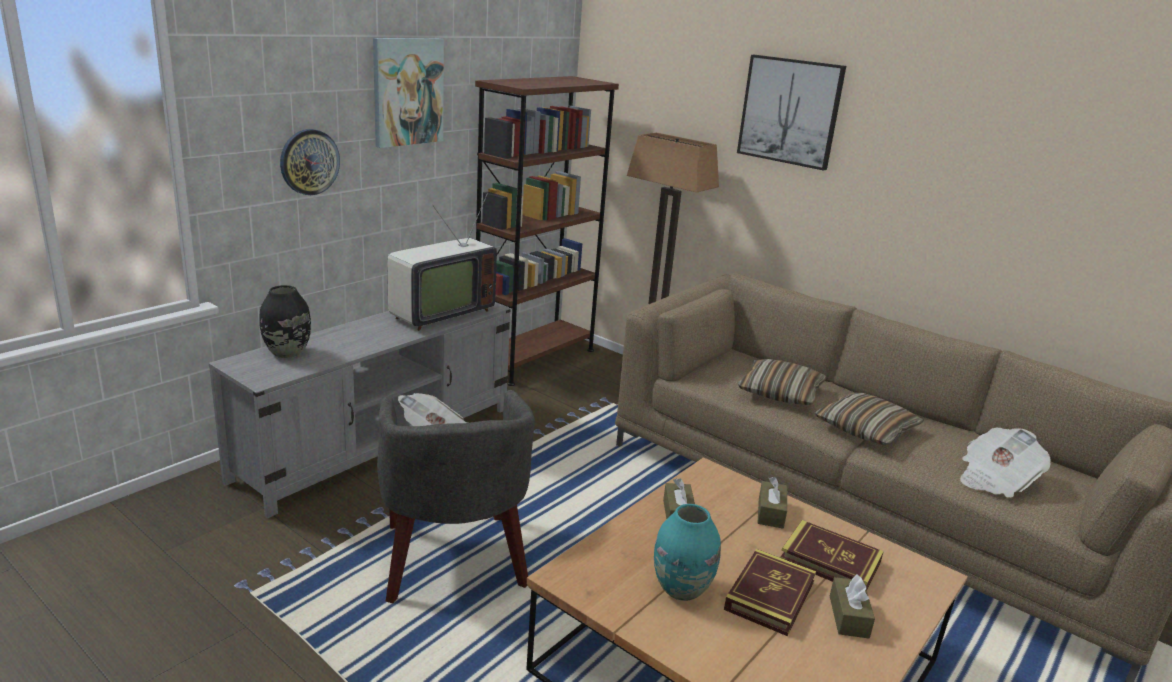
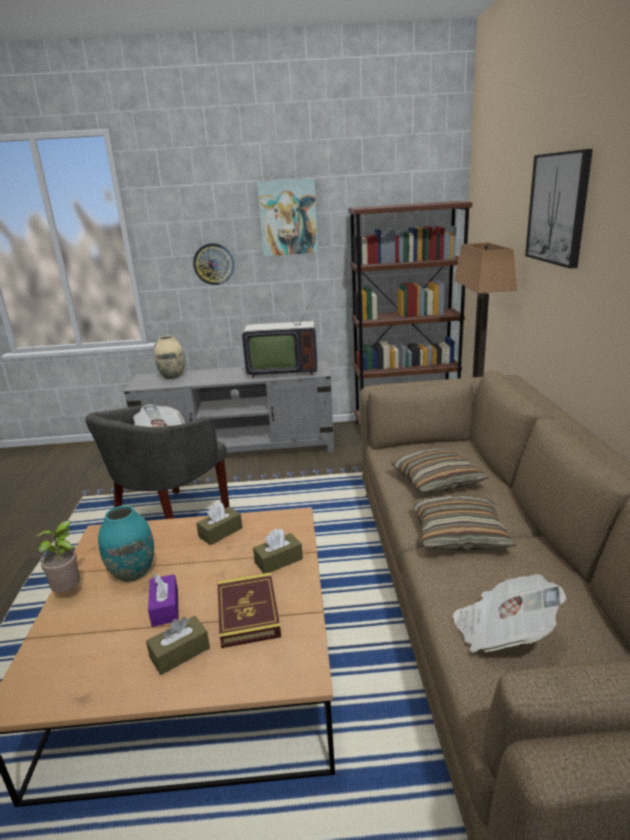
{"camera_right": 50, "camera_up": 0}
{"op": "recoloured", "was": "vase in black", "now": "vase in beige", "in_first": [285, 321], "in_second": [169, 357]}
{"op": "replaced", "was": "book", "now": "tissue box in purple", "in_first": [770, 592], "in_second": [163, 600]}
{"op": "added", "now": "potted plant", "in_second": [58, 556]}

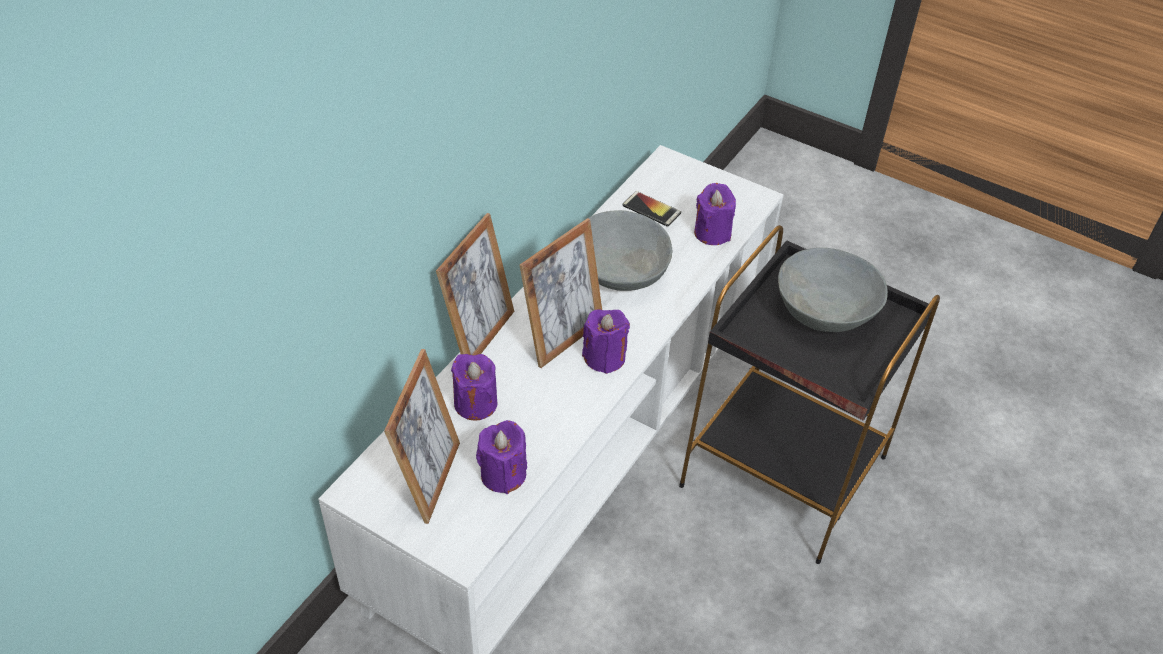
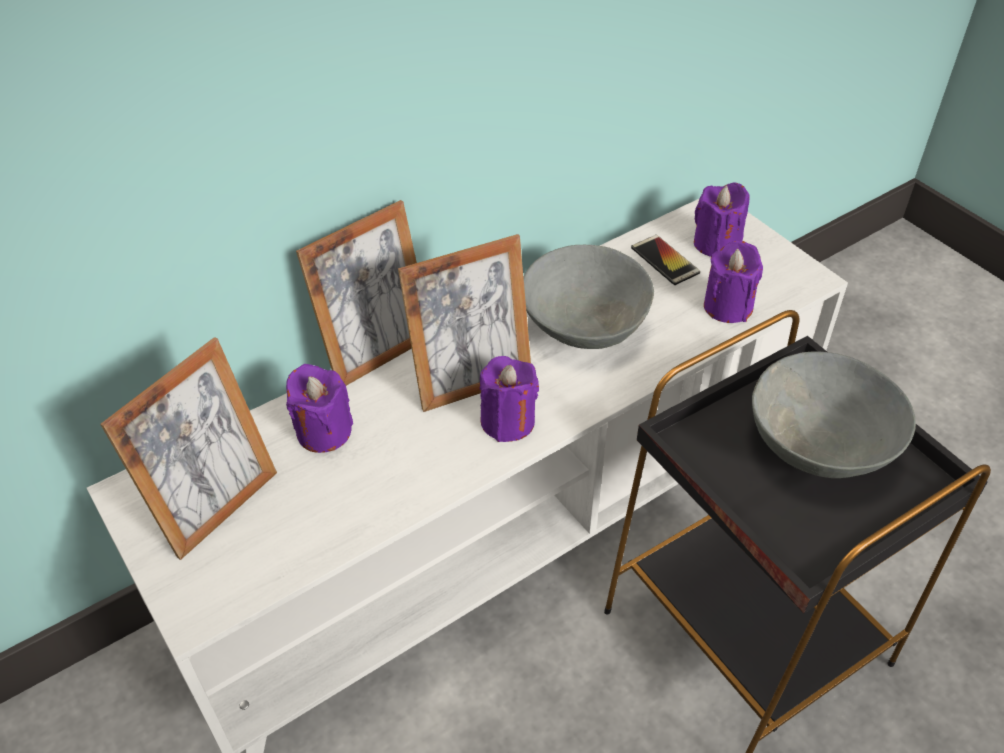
{"camera_right": 25, "camera_up": 0}
{"op": "moved", "was": "candle in purple", "in_first": [501, 457], "in_second": [721, 219]}

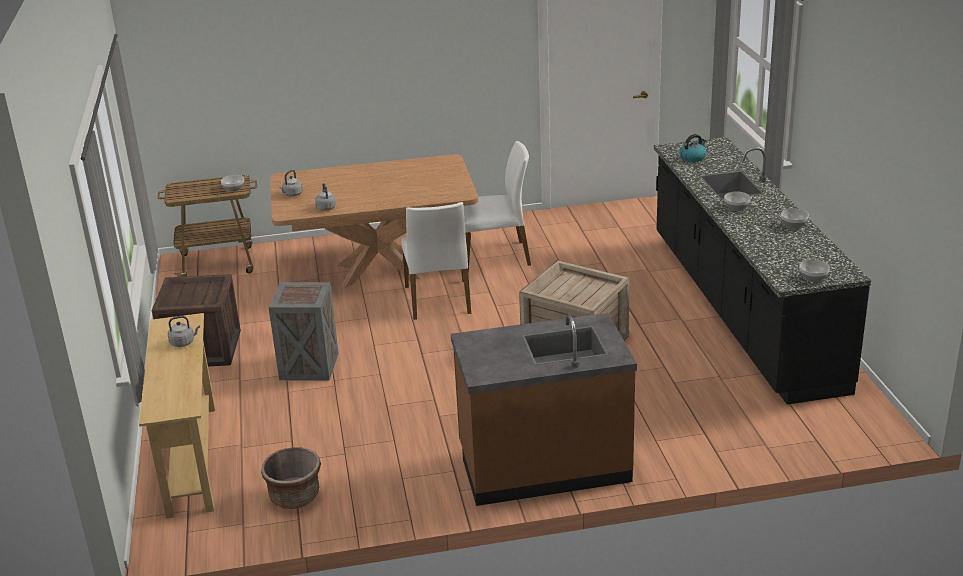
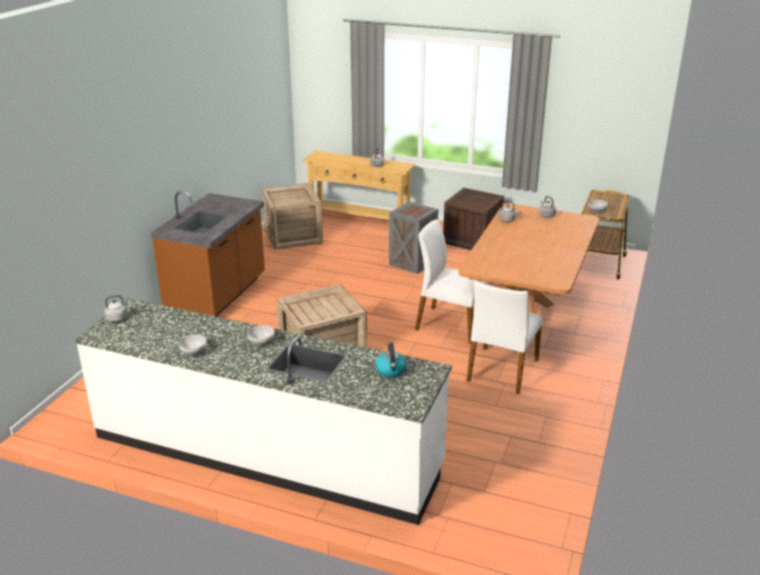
{"camera_right": 120, "camera_up": 0}
{"op": "recoloured", "was": "counter in black", "now": "counter in white", "in_first": [762, 271], "in_second": [263, 411]}
{"op": "replaced", "was": "bowl", "now": "kettle in grey", "in_first": [814, 271], "in_second": [118, 308]}
{"op": "replaced", "was": "planter in brown", "now": "crate", "in_first": [291, 478], "in_second": [292, 216]}

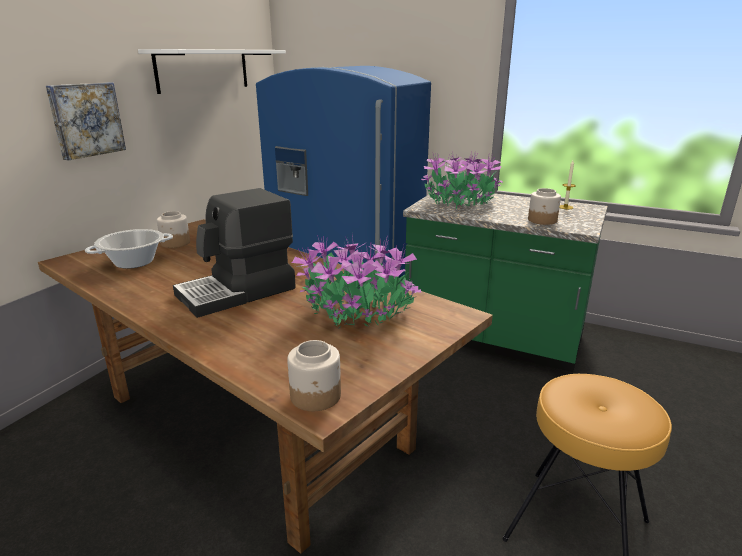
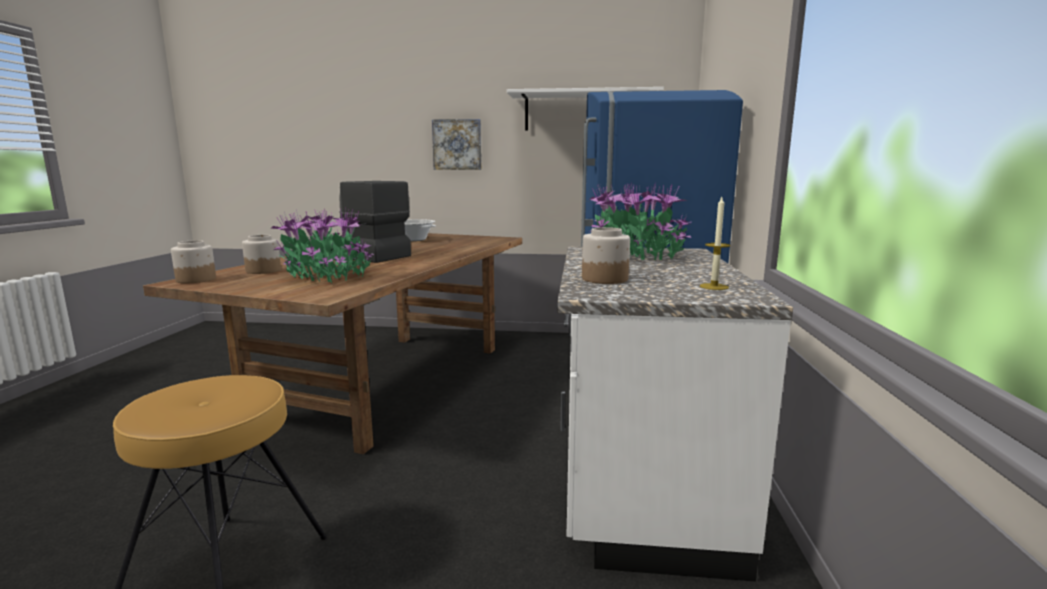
{"camera_right": 70, "camera_up": -10}
{"op": "recoloured", "was": "counter in green", "now": "counter in white", "in_first": [505, 281], "in_second": [675, 414]}
{"op": "moved", "was": "jar", "in_first": [173, 229], "in_second": [261, 254]}

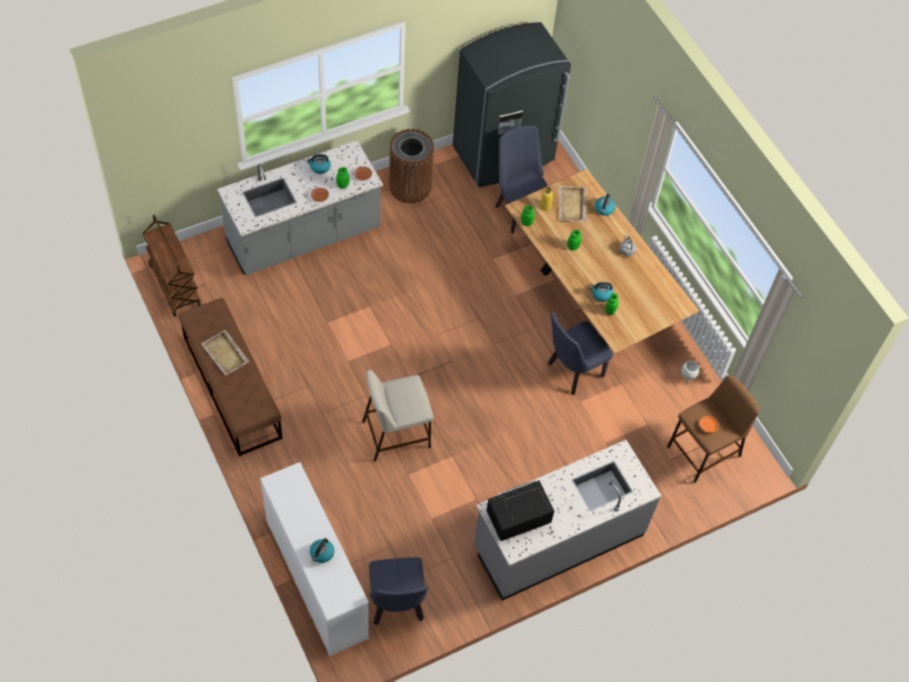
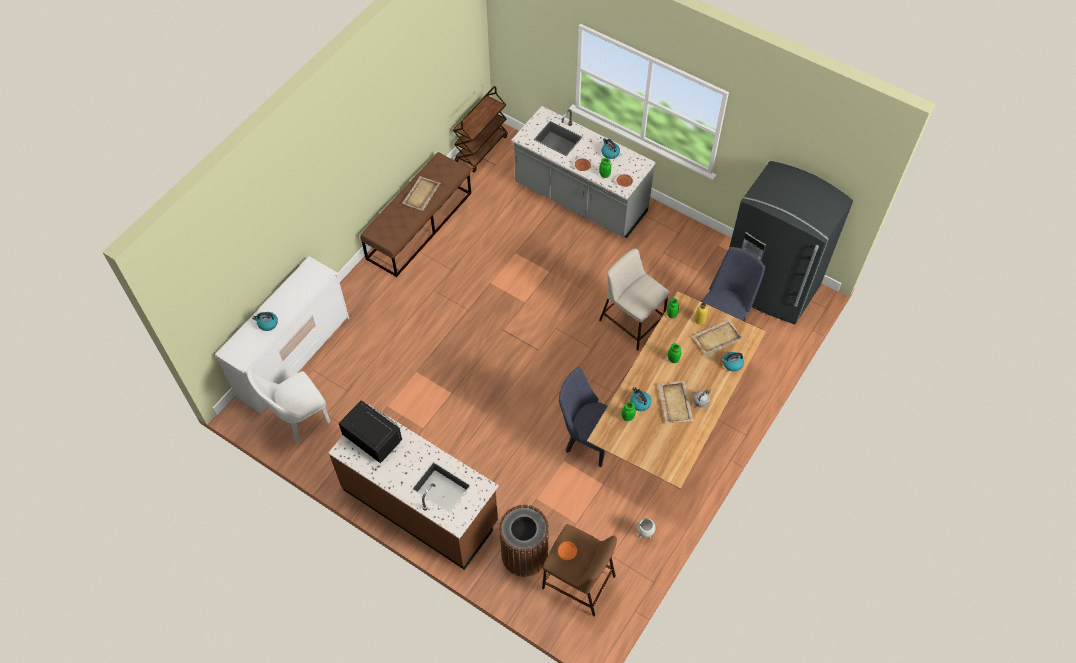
{"camera_right": 65, "camera_up": 0}
{"op": "moved", "was": "trash can in brown", "in_first": [411, 166], "in_second": [524, 541]}
{"op": "moved", "was": "stool in beige", "in_first": [397, 416], "in_second": [634, 300]}
{"op": "recoloured", "was": "counter in grey", "now": "counter in brown", "in_first": [567, 520], "in_second": [413, 489]}
{"op": "recoloured", "was": "chair in blue", "now": "chair in white", "in_first": [398, 591], "in_second": [288, 406]}
{"op": "added", "now": "tray in beige", "in_second": [676, 402]}

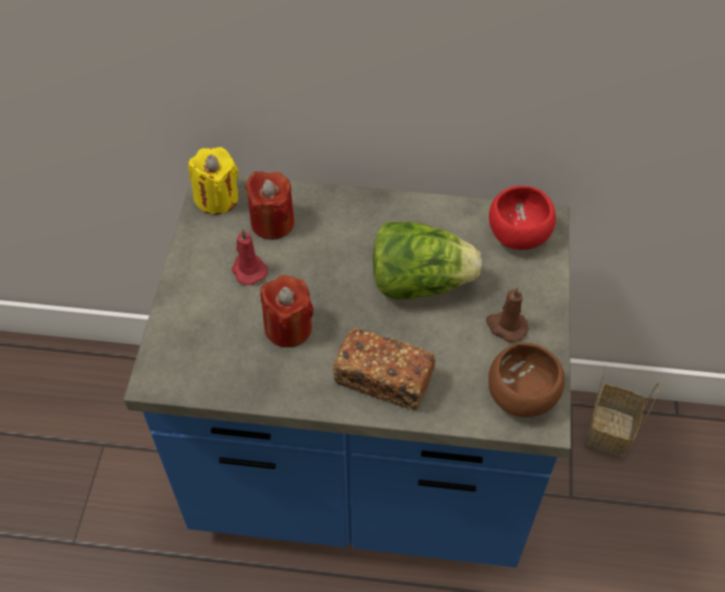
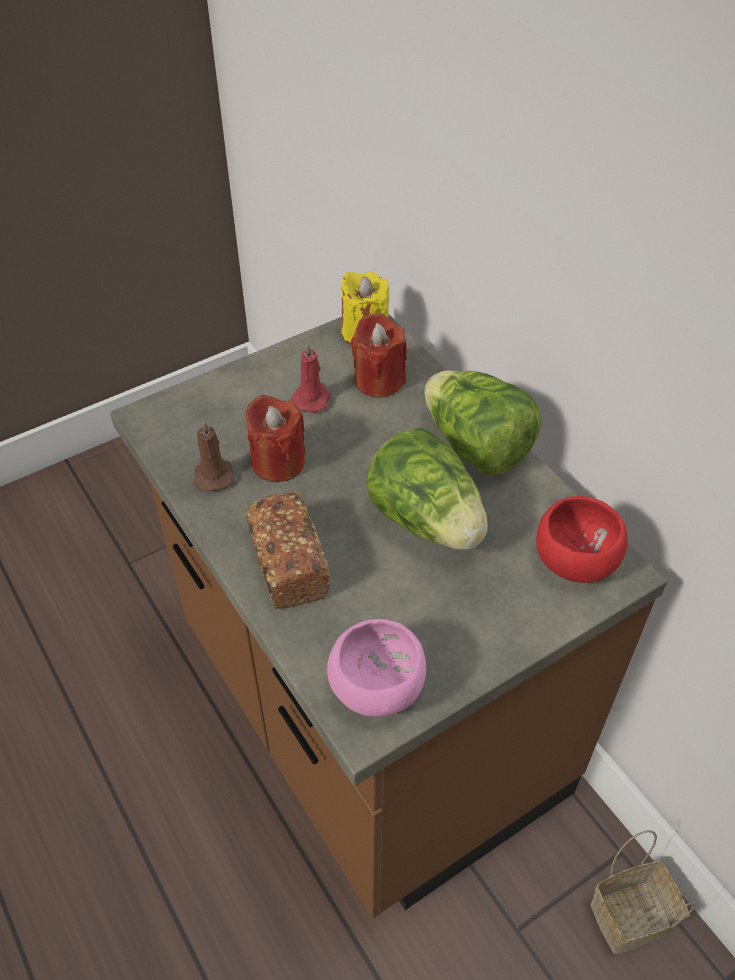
{"camera_right": 50, "camera_up": -5}
{"op": "recoloured", "was": "counter in blue", "now": "counter in brown", "in_first": [347, 372], "in_second": [388, 616]}
{"op": "moved", "was": "candle in brown", "in_first": [507, 314], "in_second": [214, 456]}
{"op": "recoloured", "was": "bowl in brown", "now": "bowl in pink", "in_first": [526, 380], "in_second": [376, 667]}
{"op": "added", "now": "lettuce", "in_second": [483, 423]}

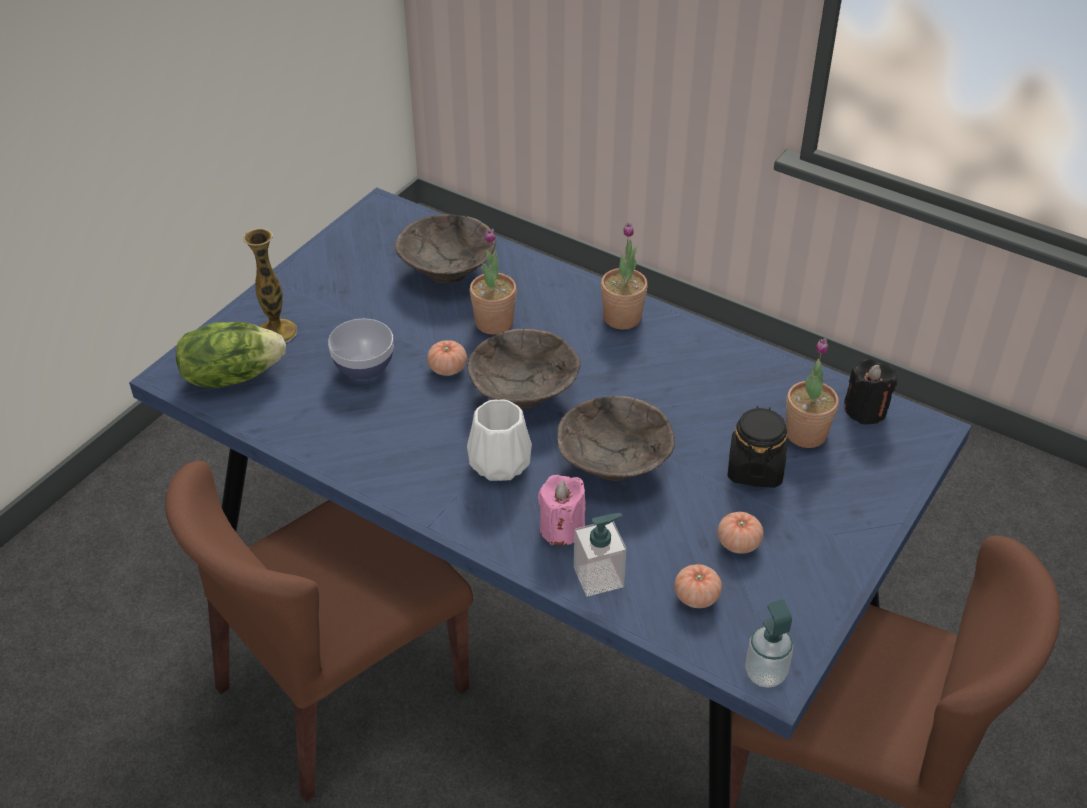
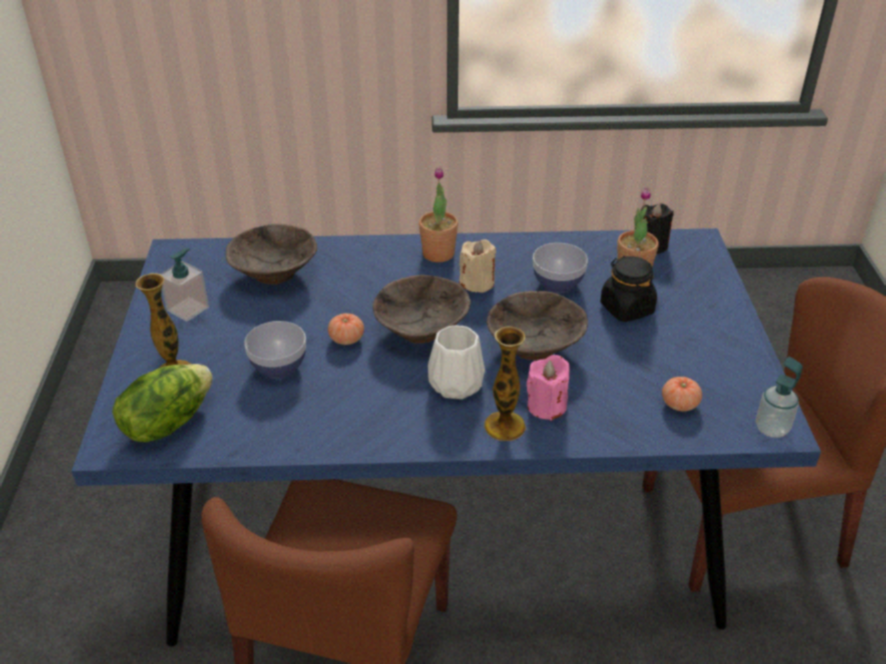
{"camera_right": -35, "camera_up": -5}
{"op": "removed", "was": "potted plant", "in_first": [493, 282]}
{"op": "removed", "was": "tomato", "in_first": [740, 533]}
{"op": "moved", "was": "soap dispenser", "in_first": [600, 555], "in_second": [185, 284]}
{"op": "added", "now": "candle in beige", "in_second": [477, 266]}
{"op": "added", "now": "bowl", "in_second": [560, 268]}
{"op": "added", "now": "vase", "in_second": [505, 383]}

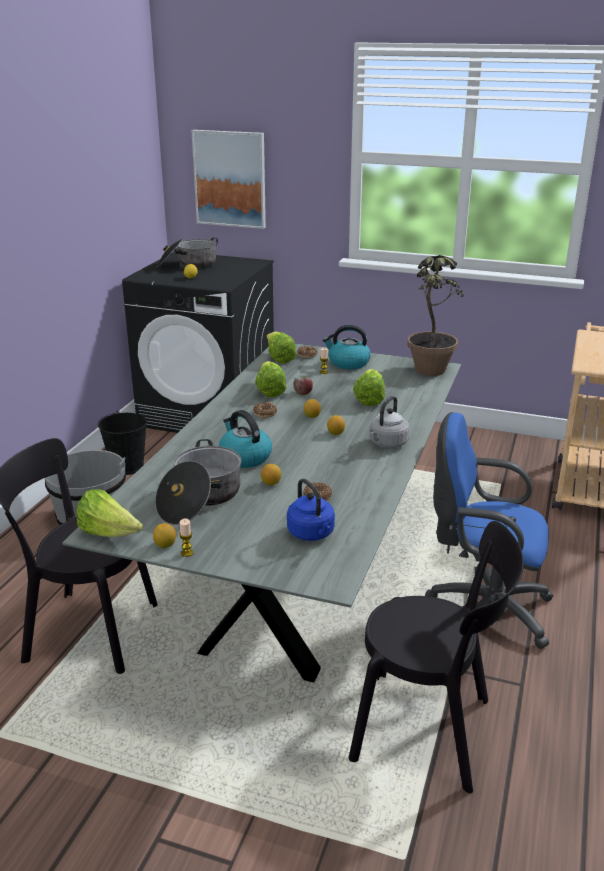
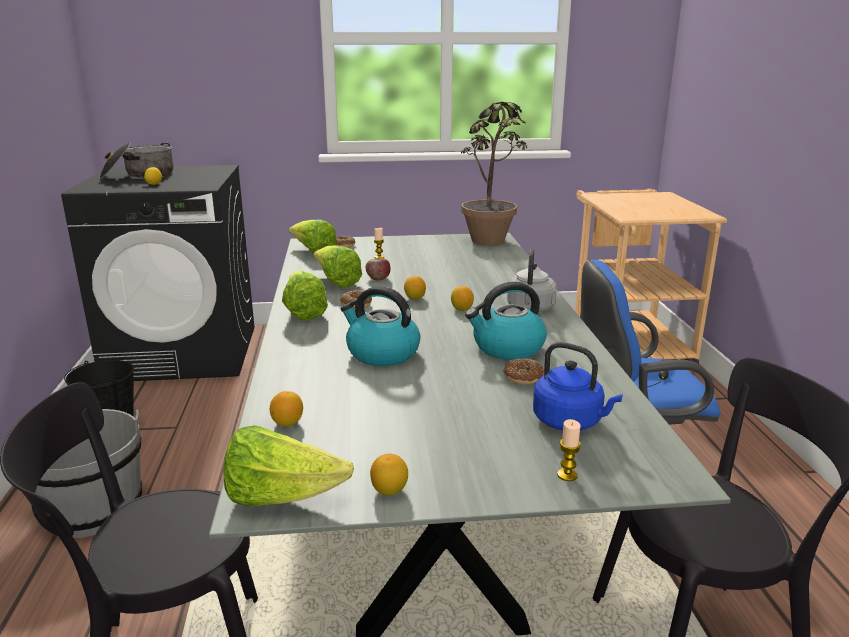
{"camera_right": -25, "camera_up": -5}
{"op": "removed", "was": "picture", "in_first": [228, 179]}
{"op": "moved", "was": "kettle", "in_first": [347, 347], "in_second": [506, 321]}
{"op": "moved", "was": "lettuce", "in_first": [369, 387], "in_second": [305, 295]}
{"op": "removed", "was": "cooking pot", "in_first": [198, 482]}
{"op": "moved", "was": "lemon", "in_first": [271, 475], "in_second": [286, 409]}
{"op": "moved", "was": "candle", "in_first": [186, 538], "in_second": [569, 450]}

